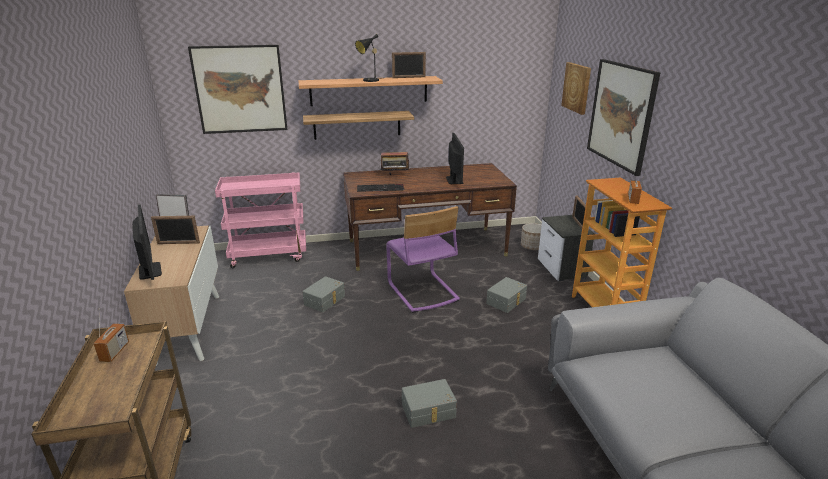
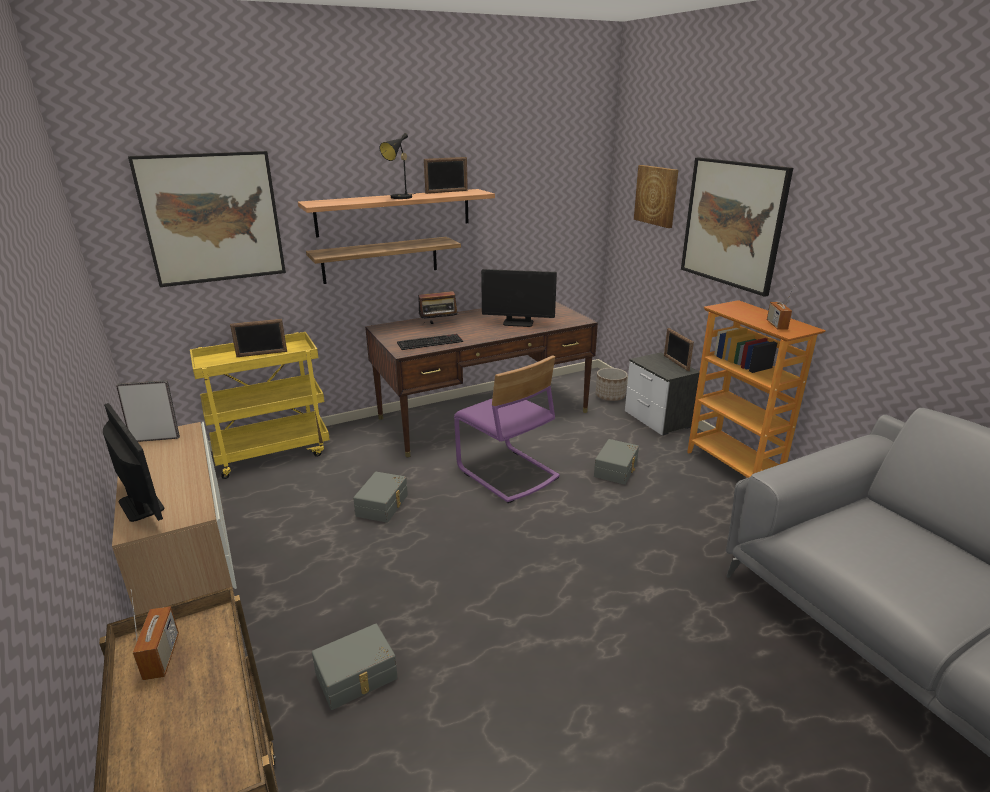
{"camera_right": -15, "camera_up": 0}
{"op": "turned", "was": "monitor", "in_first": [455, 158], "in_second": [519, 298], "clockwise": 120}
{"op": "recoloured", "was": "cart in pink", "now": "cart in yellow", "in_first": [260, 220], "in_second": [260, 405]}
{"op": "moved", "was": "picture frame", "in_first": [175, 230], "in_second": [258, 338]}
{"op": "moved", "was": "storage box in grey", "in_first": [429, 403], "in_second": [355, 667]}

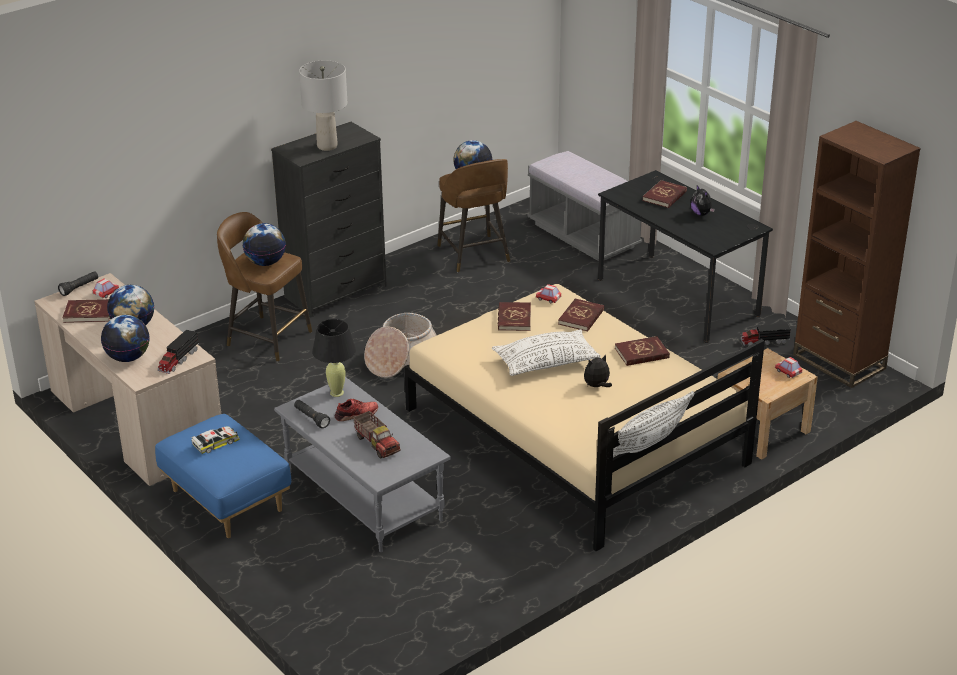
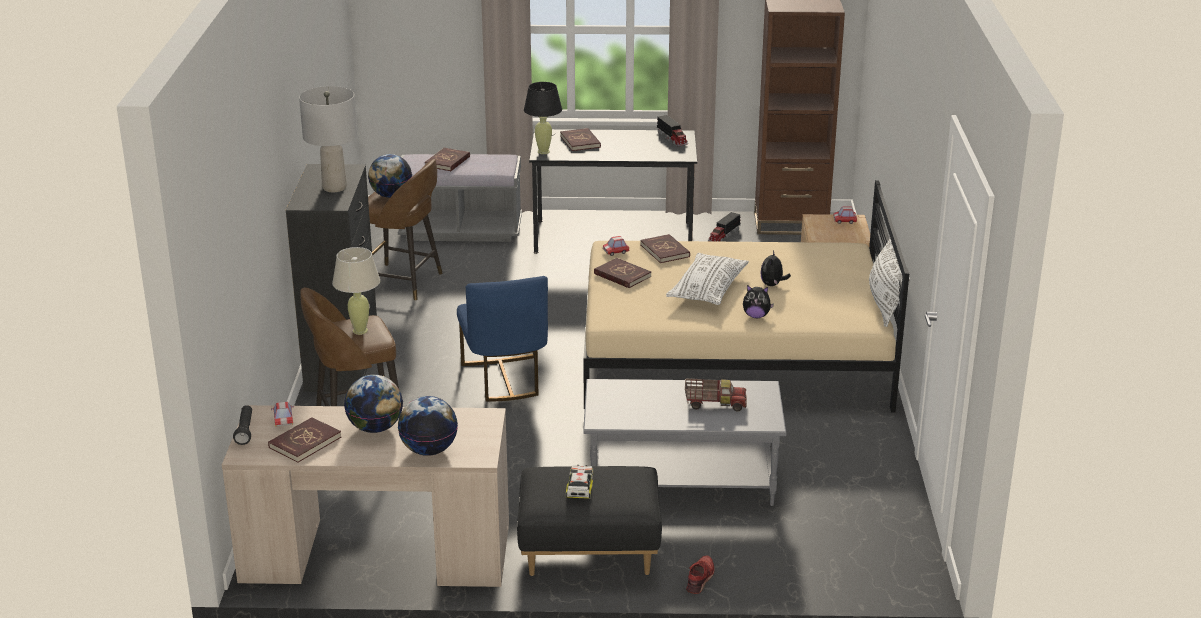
{"camera_right": -50, "camera_up": -5}
{"op": "moved", "was": "plush toy", "in_first": [703, 200], "in_second": [758, 301]}
{"op": "replaced", "was": "globe", "now": "table lamp in beige", "in_first": [264, 244], "in_second": [356, 291]}
{"op": "replaced", "was": "basket", "now": "chair in blue", "in_first": [400, 345], "in_second": [502, 339]}
{"op": "moved", "was": "table lamp in black", "in_first": [334, 358], "in_second": [543, 118]}
{"op": "moved", "was": "toy truck", "in_first": [178, 352], "in_second": [672, 130]}
{"op": "moved", "was": "book in red", "in_first": [642, 351], "in_second": [447, 159]}
{"op": "moved", "was": "shoe in red", "in_first": [356, 410], "in_second": [700, 574]}
{"op": "removed", "was": "flashlight in black", "in_first": [312, 414]}
{"op": "recoloured", "was": "ottoman in blue", "now": "ottoman in black", "in_first": [223, 476], "in_second": [589, 521]}

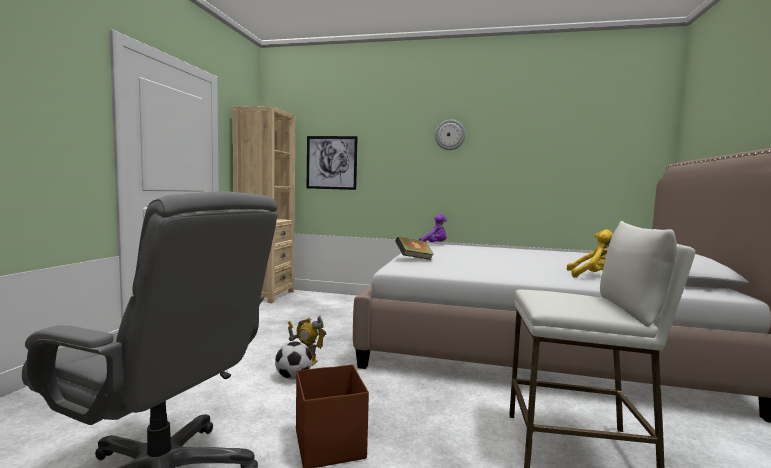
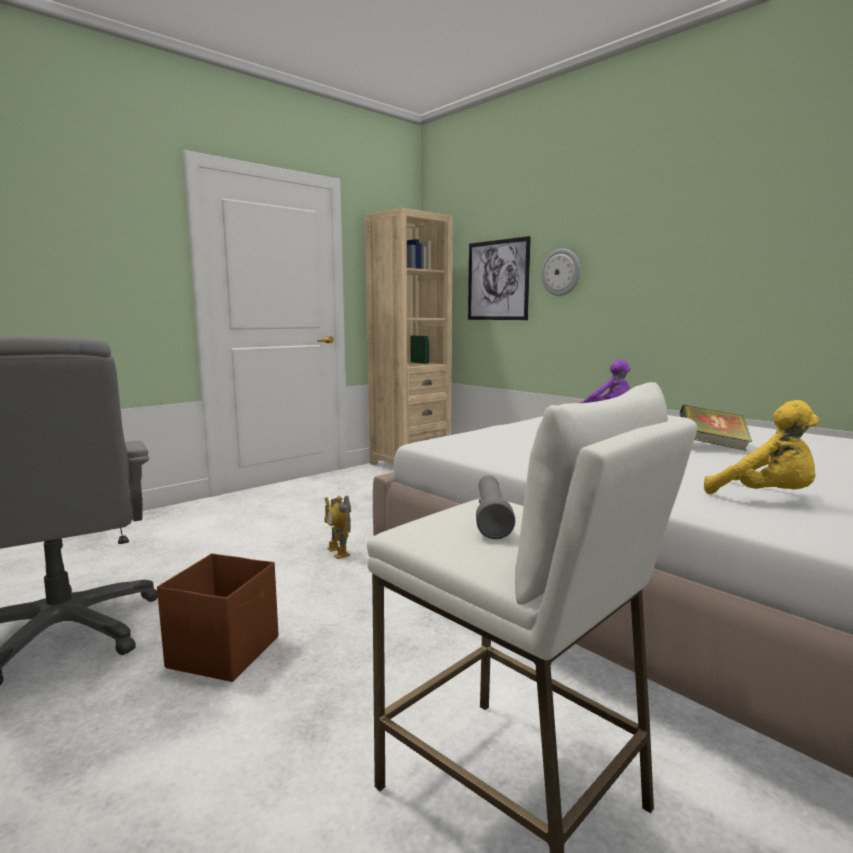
{"camera_right": 35, "camera_up": 5}
{"op": "moved", "was": "wall clock", "in_first": [450, 134], "in_second": [560, 272]}
{"op": "moved", "was": "book", "in_first": [414, 248], "in_second": [716, 428]}
{"op": "removed", "was": "football", "in_first": [293, 360]}
{"op": "added", "now": "flashlight in grey", "in_second": [495, 507]}

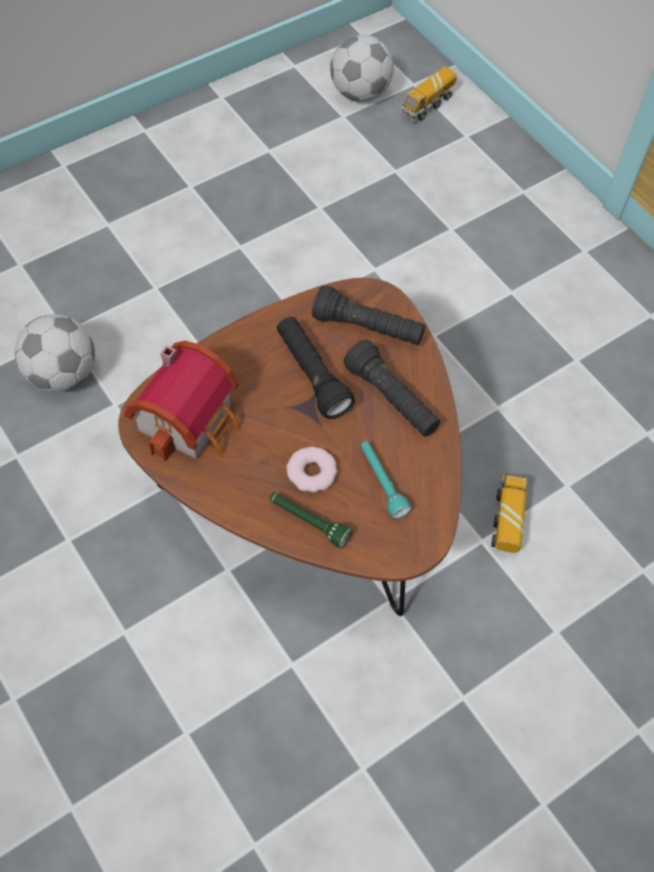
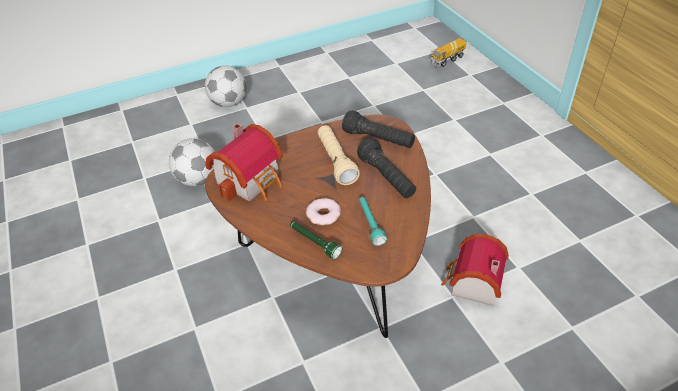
{"camera_right": 15, "camera_up": -15}
{"op": "moved", "was": "football", "in_first": [362, 68], "in_second": [226, 86]}
{"op": "recoloured", "was": "flashlight in black", "now": "flashlight in beige", "in_first": [316, 368], "in_second": [339, 155]}
{"op": "replaced", "was": "toy truck", "now": "toy house", "in_first": [509, 513], "in_second": [475, 270]}

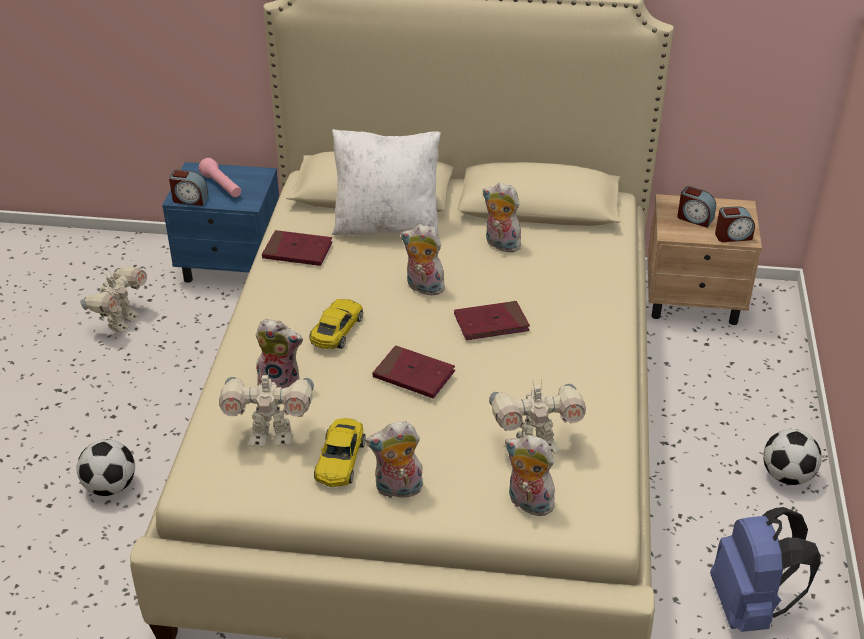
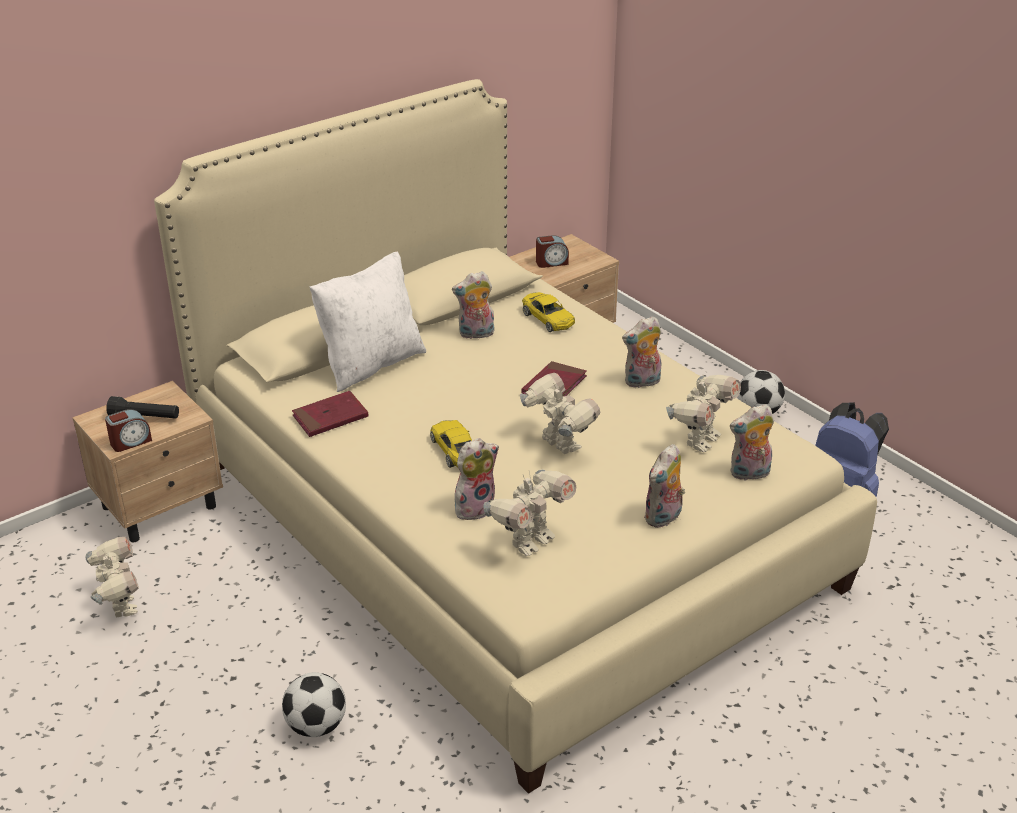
{"camera_right": -45, "camera_up": -5}
{"op": "recoloured", "was": "flashlight in pink", "now": "flashlight in black", "in_first": [219, 177], "in_second": [142, 407]}
{"op": "recoloured", "was": "nightstand in blue", "now": "nightstand in beige", "in_first": [220, 222], "in_second": [148, 461]}
{"op": "removed", "was": "alarm clock", "in_first": [735, 224]}
{"op": "moved", "was": "plush toy", "in_first": [423, 260], "in_second": [641, 352]}
{"op": "replaced", "was": "book in red", "now": "toy robot", "in_first": [413, 371], "in_second": [560, 413]}
{"op": "moved", "was": "toy car in yellow", "in_first": [340, 452], "in_second": [548, 312]}

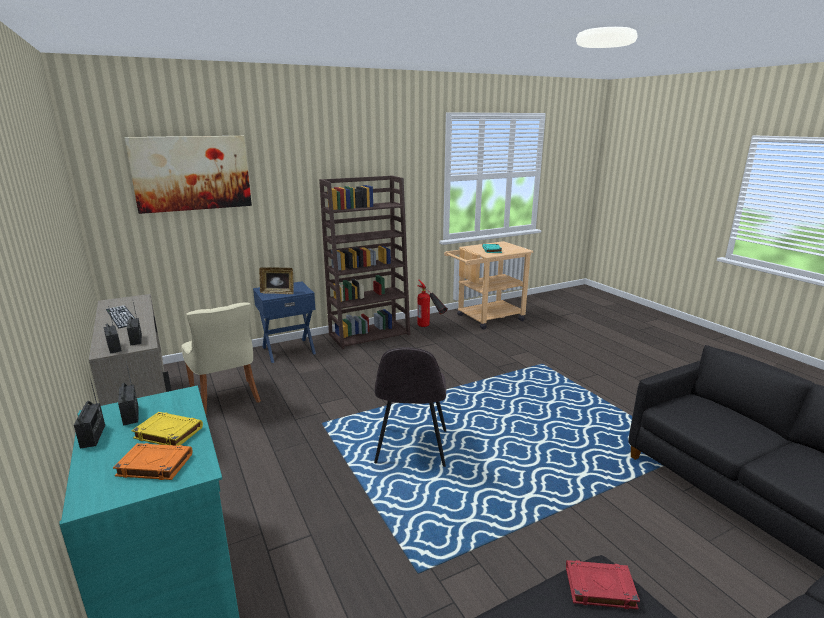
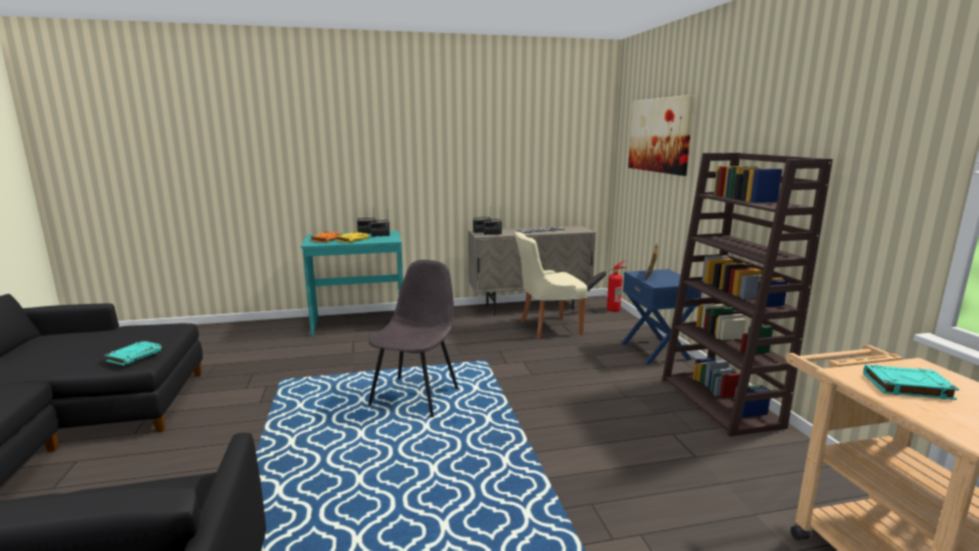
{"camera_right": 105, "camera_up": -5}
{"op": "moved", "was": "fire extinguisher", "in_first": [433, 303], "in_second": [605, 286]}
{"op": "turned", "was": "chair in grey", "in_first": [410, 407], "in_second": [413, 338], "clockwise": 90}
{"op": "recoloured", "was": "book in red", "now": "book in turquoise", "in_first": [603, 584], "in_second": [133, 353]}

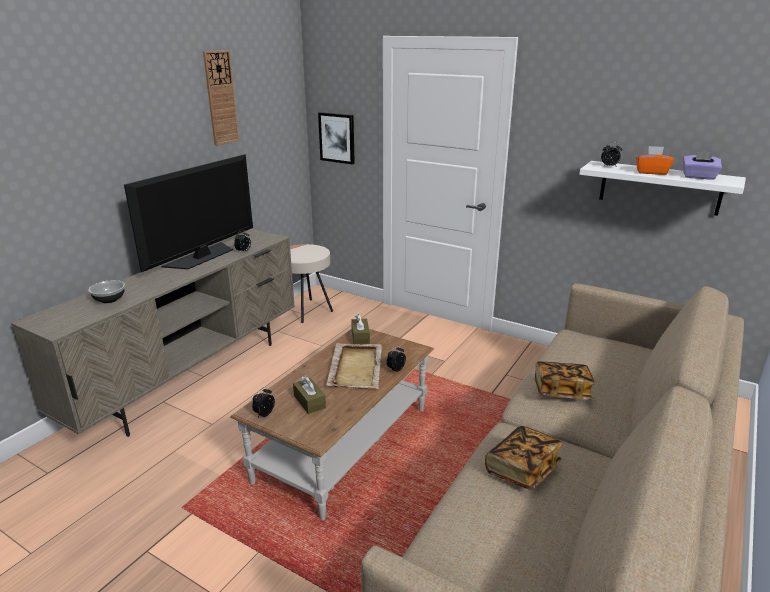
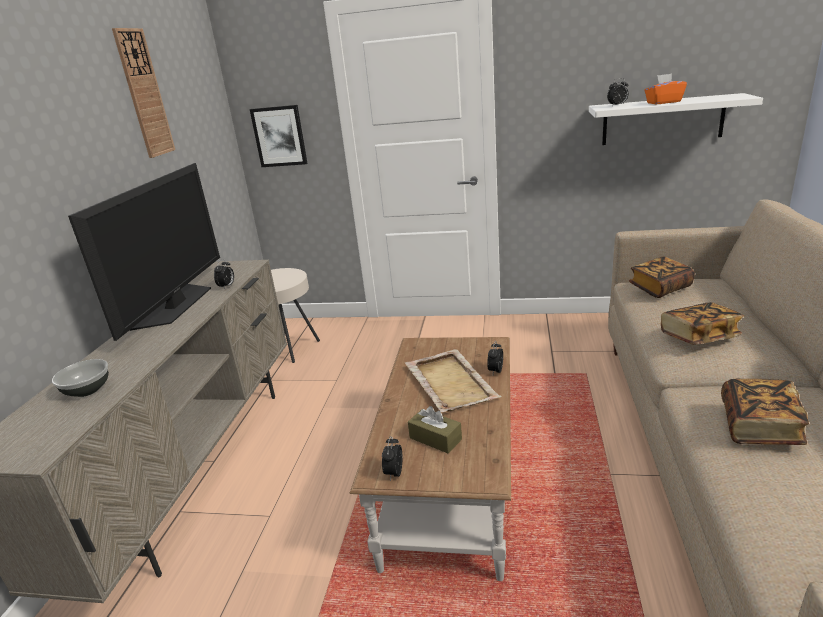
{"camera_right": -20, "camera_up": 0}
{"op": "removed", "was": "tissue box in purple", "in_first": [702, 165]}
{"op": "removed", "was": "tissue box in brown", "in_first": [360, 329]}
{"op": "added", "now": "book", "in_second": [662, 277]}

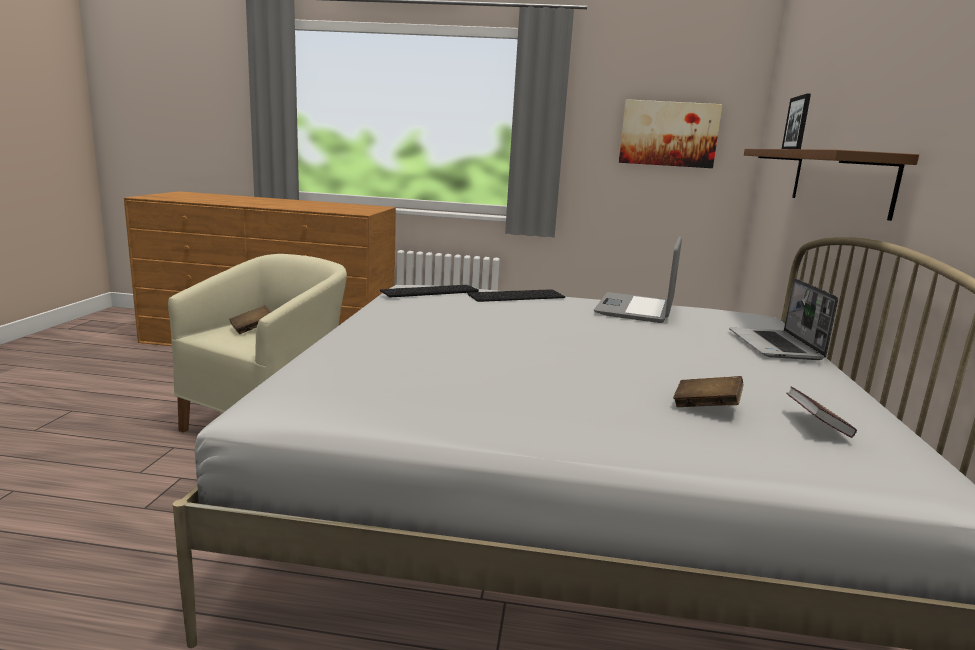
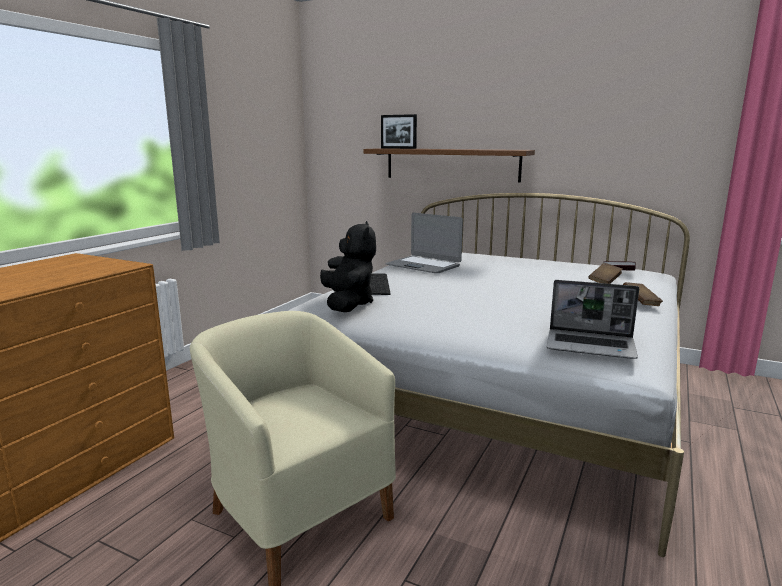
{"camera_right": -70, "camera_up": 0}
{"op": "removed", "was": "picture", "in_first": [670, 133]}
{"op": "moved", "was": "laptop", "in_first": [783, 319], "in_second": [593, 319]}
{"op": "replaced", "was": "keyboard", "now": "plush toy in black", "in_first": [429, 291], "in_second": [348, 266]}
{"op": "moved", "was": "book in brown", "in_first": [250, 319], "in_second": [643, 294]}

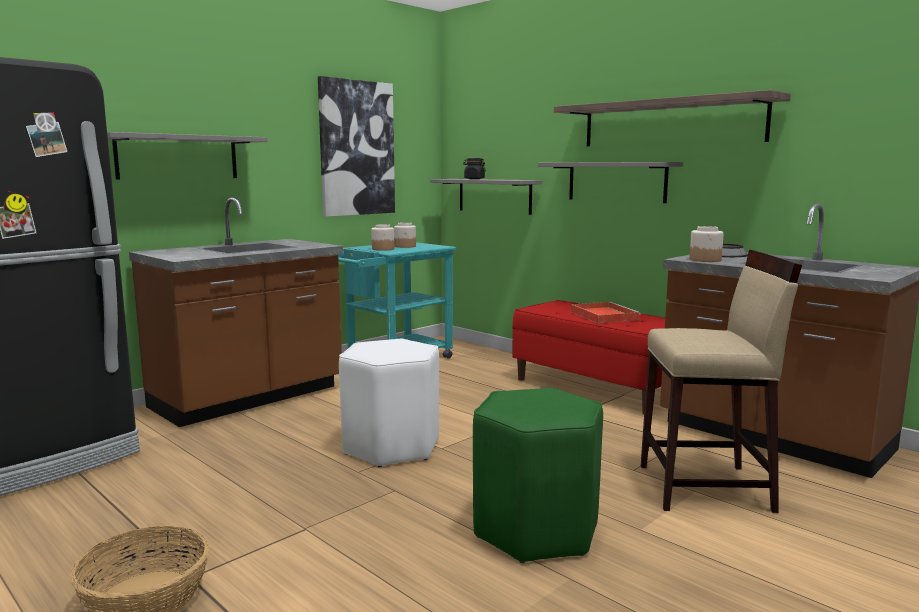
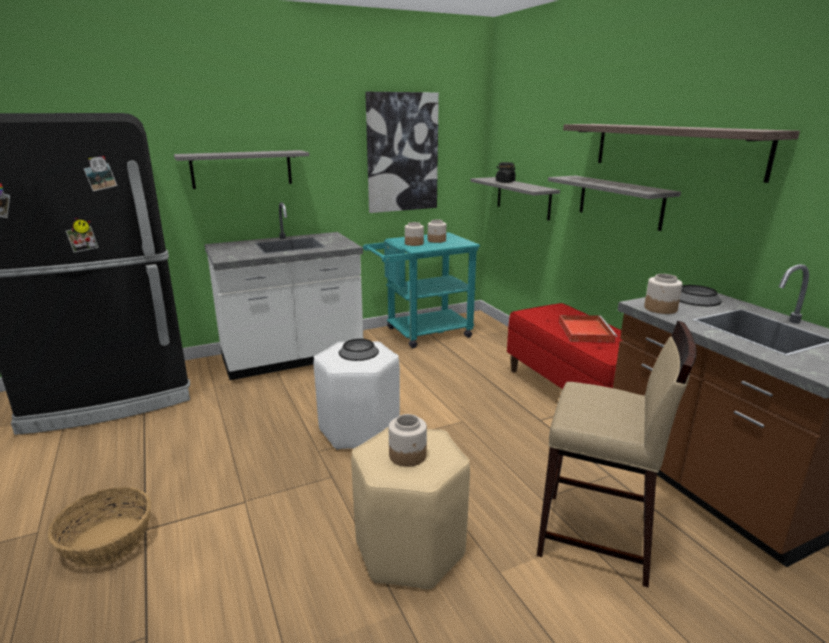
{"camera_right": 20, "camera_up": 10}
{"op": "recoloured", "was": "counter in brown", "now": "counter in white", "in_first": [236, 312], "in_second": [283, 291]}
{"op": "recoloured", "was": "stool in green", "now": "stool in beige", "in_first": [538, 475], "in_second": [410, 508]}
{"op": "added", "now": "bowl", "in_second": [359, 350]}
{"op": "added", "now": "jar", "in_second": [408, 440]}

